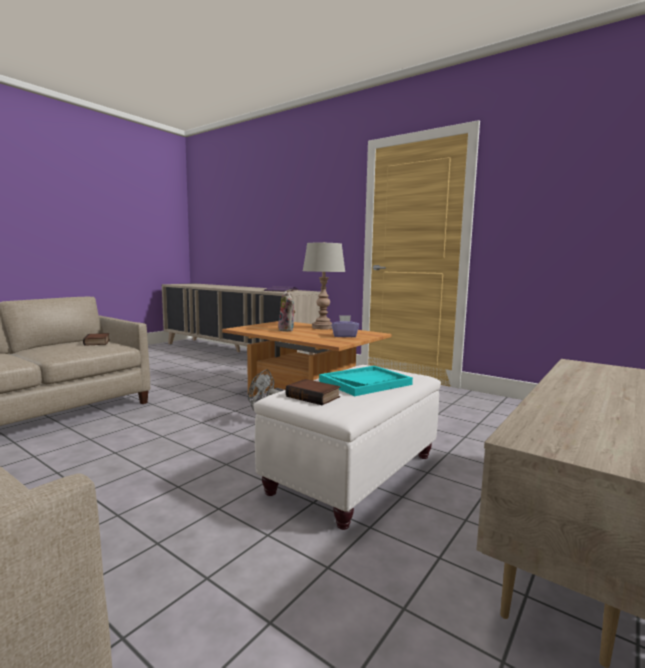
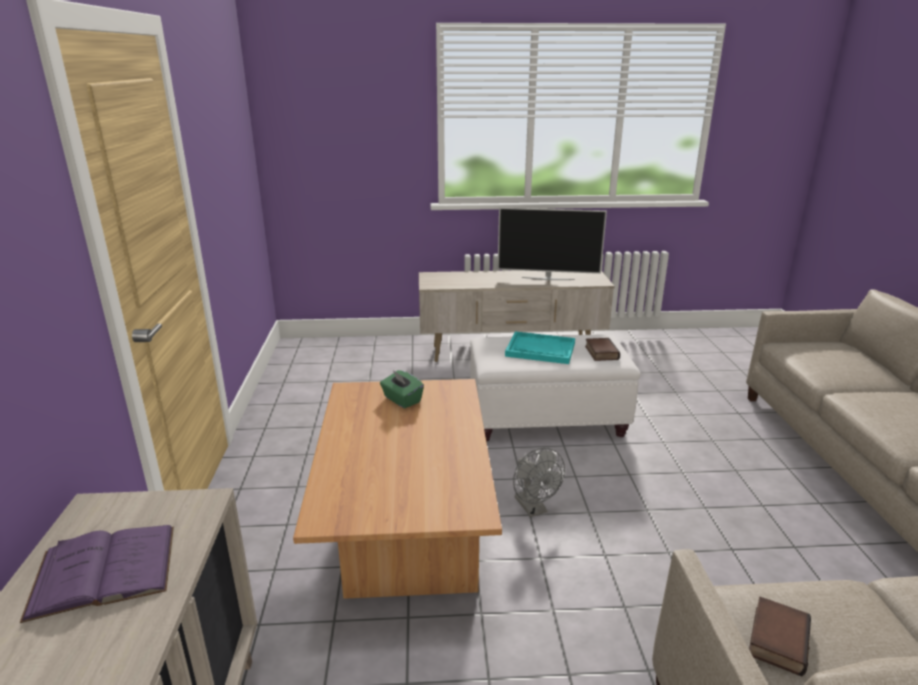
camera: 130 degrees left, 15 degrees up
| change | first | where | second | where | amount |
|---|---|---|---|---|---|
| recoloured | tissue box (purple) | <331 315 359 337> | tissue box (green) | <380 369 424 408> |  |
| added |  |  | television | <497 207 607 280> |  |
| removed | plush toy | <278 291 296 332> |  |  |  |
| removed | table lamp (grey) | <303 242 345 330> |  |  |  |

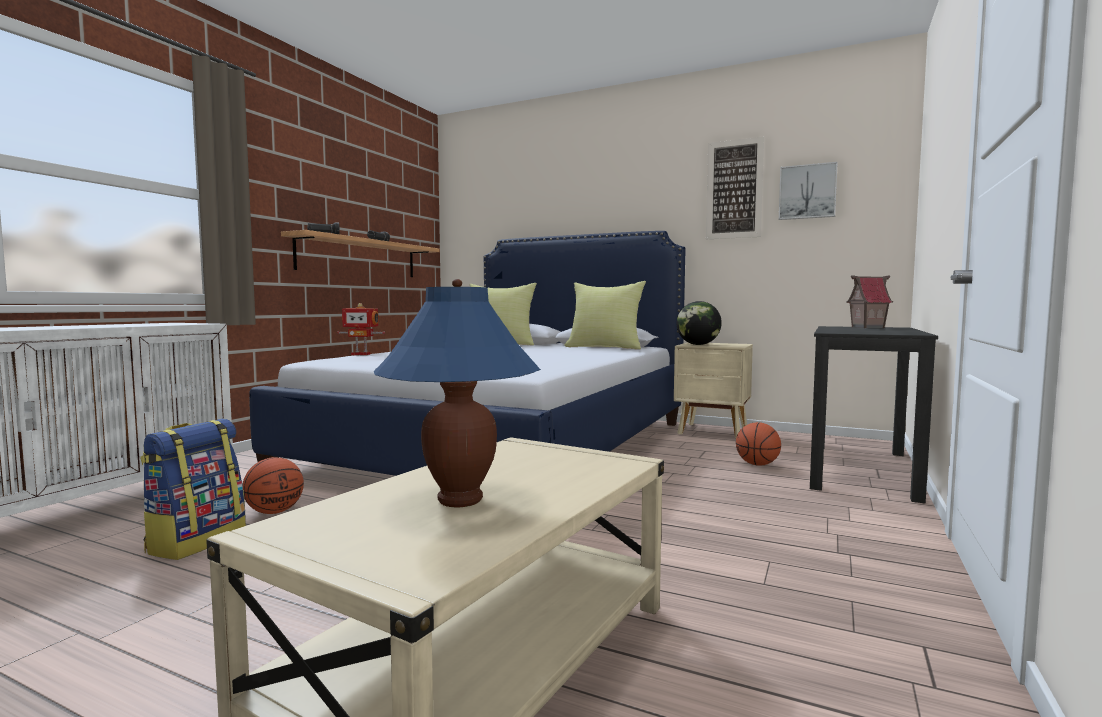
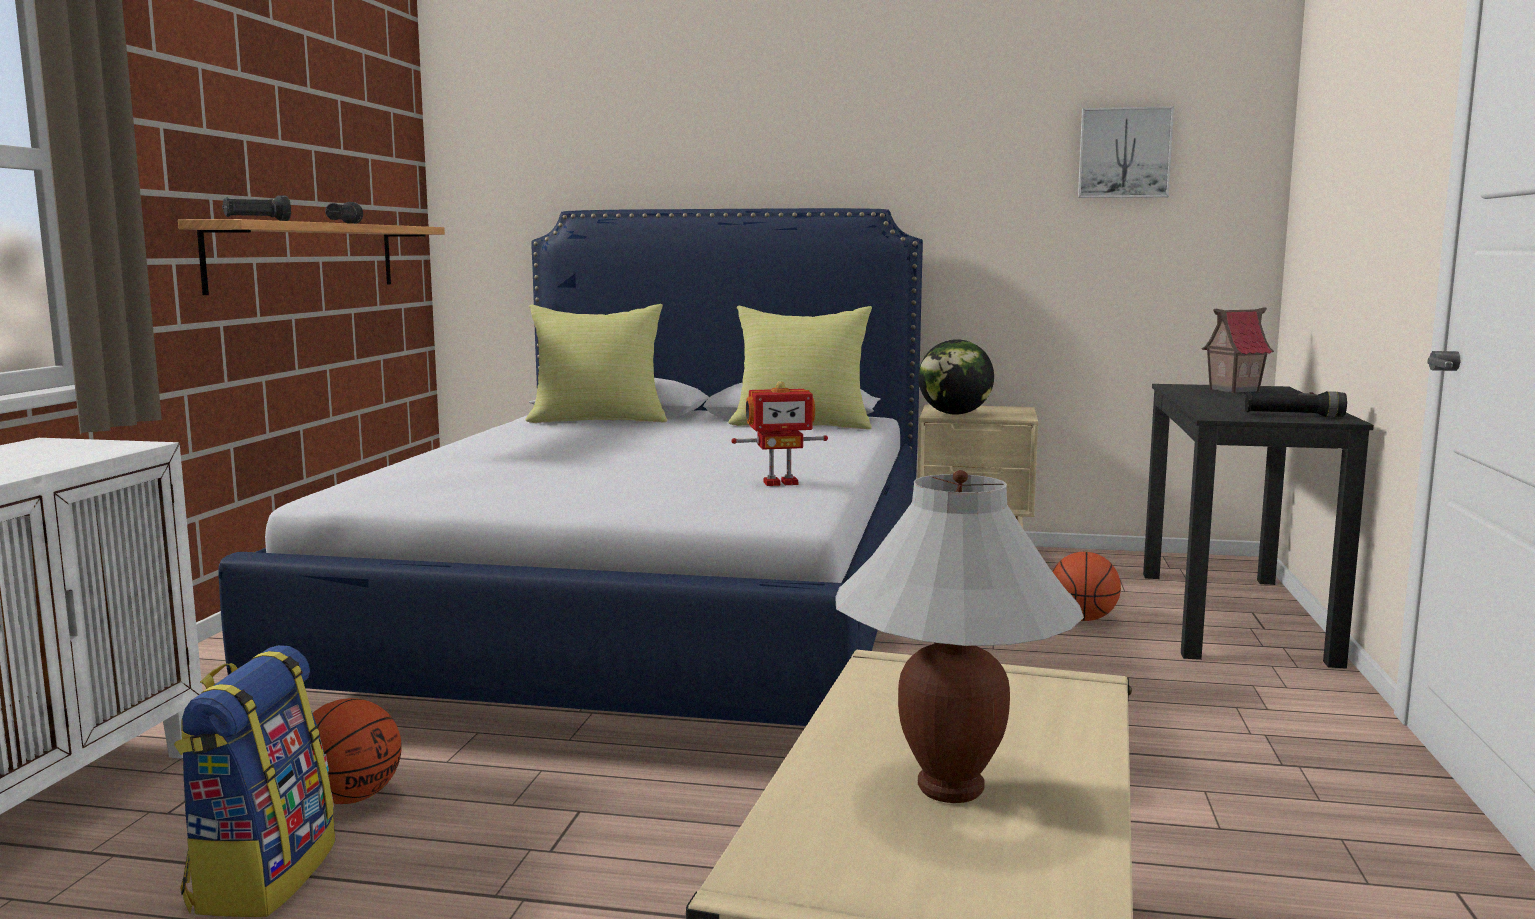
camera: 15 degrees left, 5 degrees up
| change | first | where | second | where | amount |
|---|---|---|---|---|---|
| moved | toy robot | <337 303 385 355> |  | <731 381 828 486> |  |
| recoloured | table lamp (blue) | <374 279 541 507> | table lamp (white) | <835 470 1084 803> |  |
| added |  |  | flashlight (black) | <1245 391 1347 417> |  |
| removed | picture | <706 137 764 239> |  |  |  |

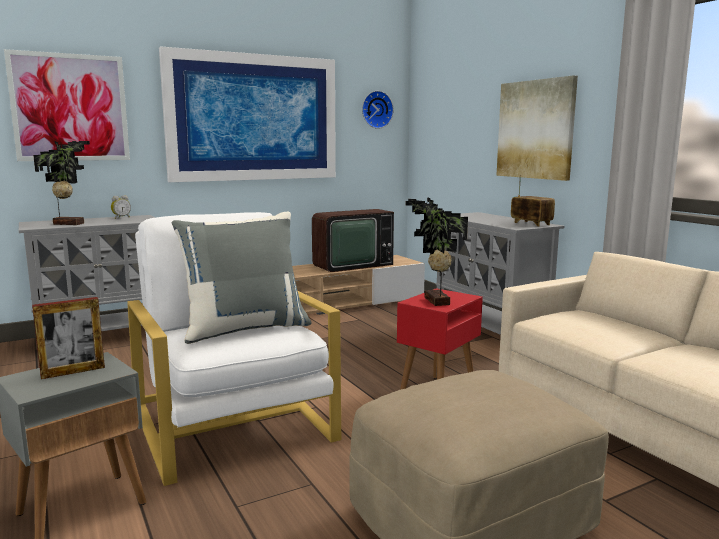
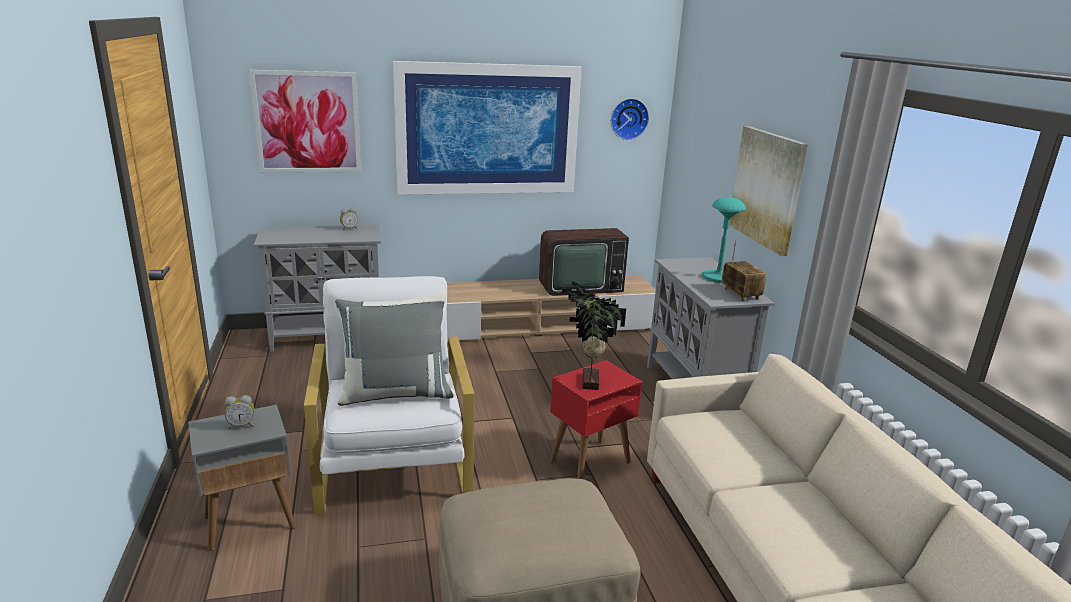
camera: 15 degrees right, 10 degrees up
| change | first | where | second | where | amount |
|---|---|---|---|---|---|
| replaced | picture frame | <32 297 105 379> | alarm clock | <225 395 255 429> |  |
| added |  |  | table lamp (turquoise) | <702 197 746 283> |  |
| removed | potted plant | <33 141 90 225> |  |  |  |

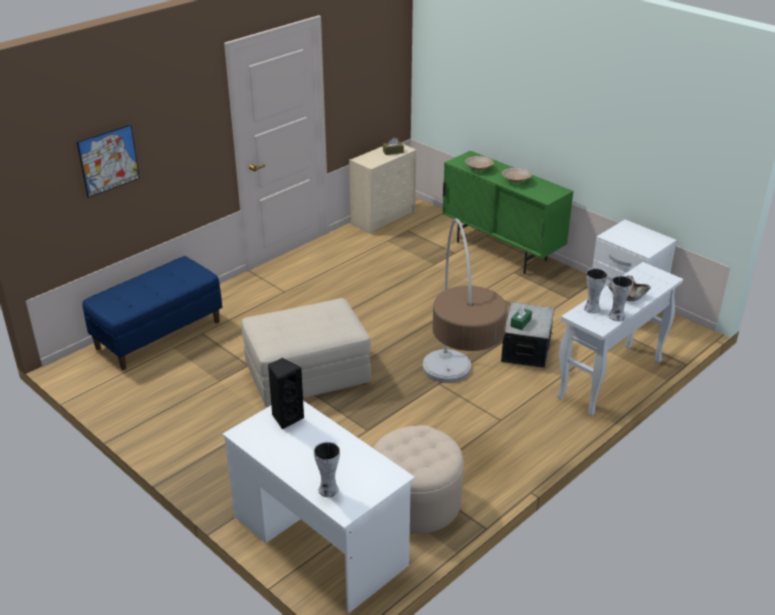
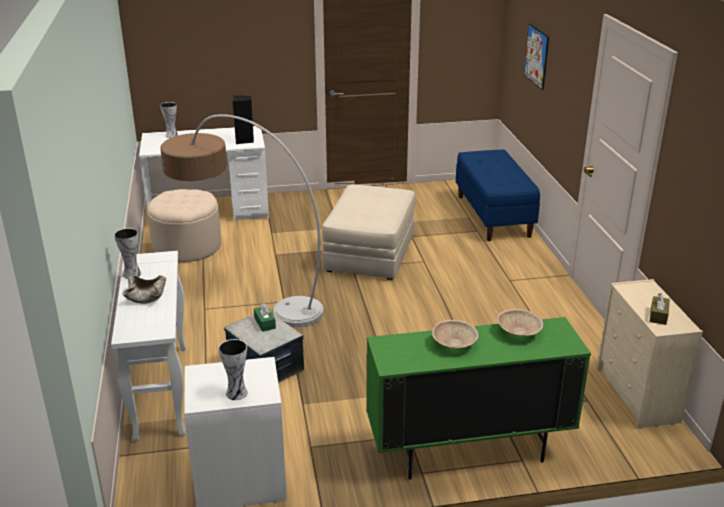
camera: 125 degrees right, 5 degrees down
| change | first | where | second | where | amount |
|---|---|---|---|---|---|
| moved | vase | <584 268 608 314> |  | <218 339 248 400> |  |

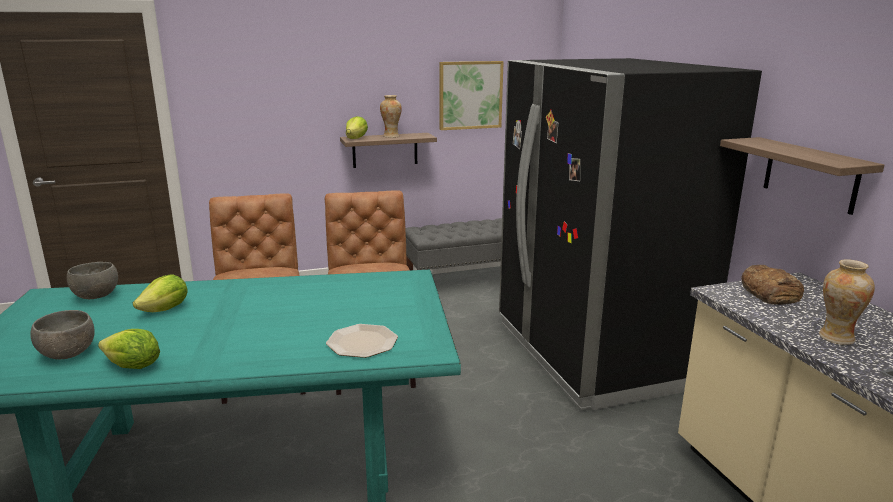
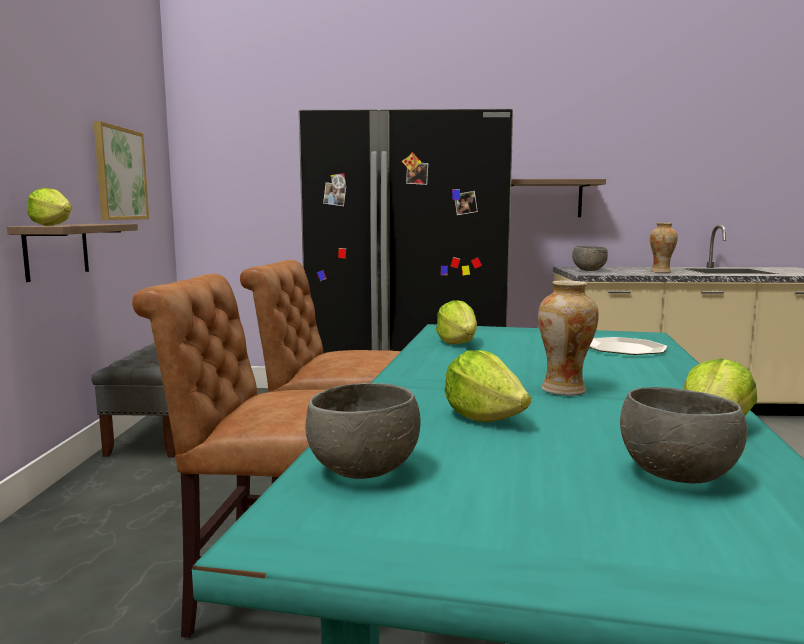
camera: 70 degrees left, 10 degrees down
| change | first | where | second | where | amount |
|---|---|---|---|---|---|
| added |  |  | lettuce | <436 300 477 344> |  |
| moved | vase | <380 95 402 138> |  | <538 280 599 396> |  |
| replaced | bread | <741 265 804 305> | bowl (grey) | <572 246 608 271> |  |

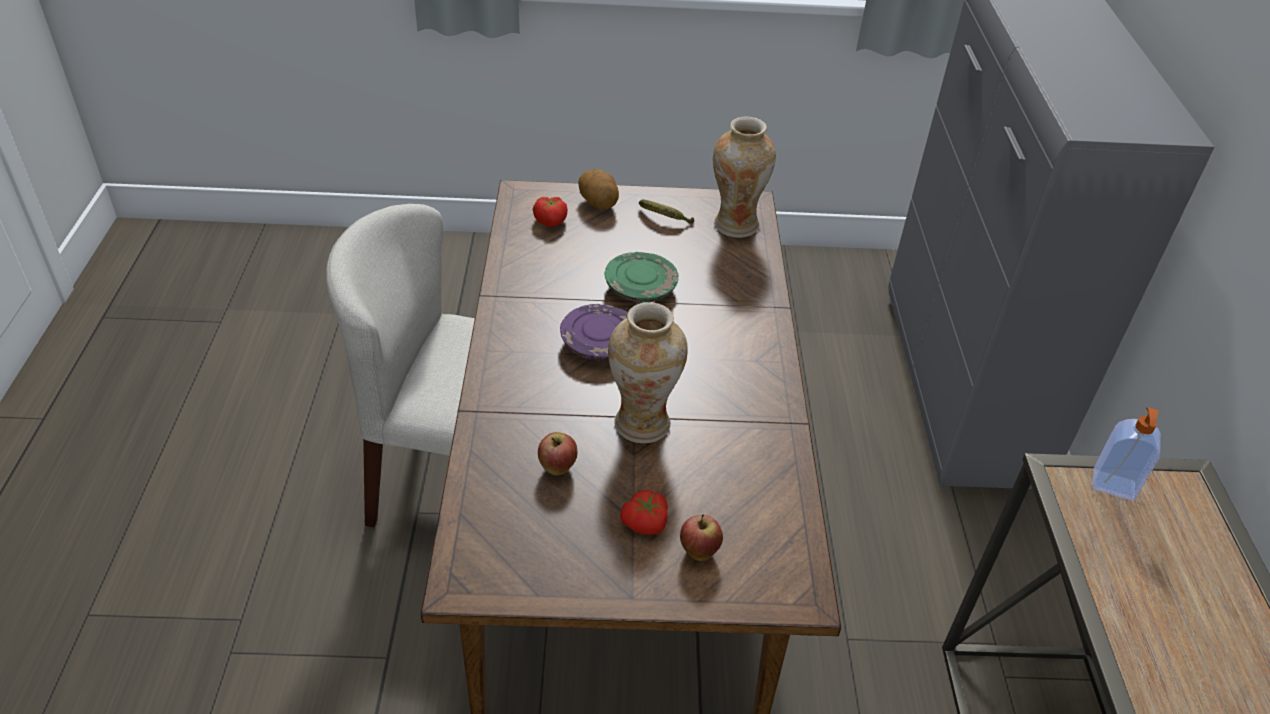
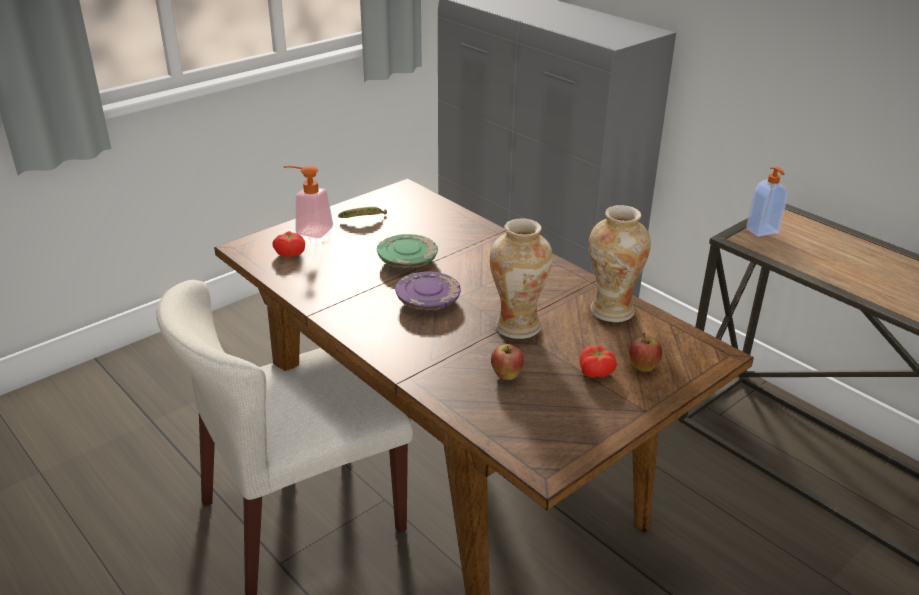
camera: 40 degrees left, 10 degrees down
| change | first | where | second | where | amount |
|---|---|---|---|---|---|
| replaced | potato | <578 169 619 210> | soap dispenser | <283 166 333 238> |  |
| moved | vase | <713 116 776 238> |  | <589 205 651 322> |  |

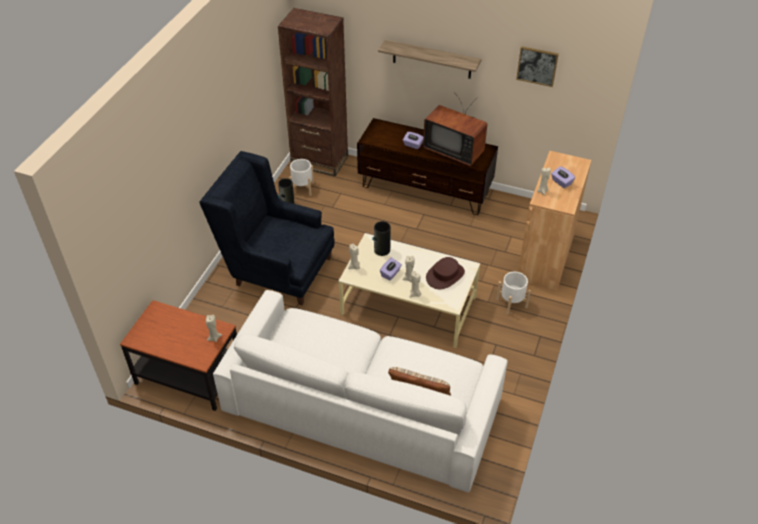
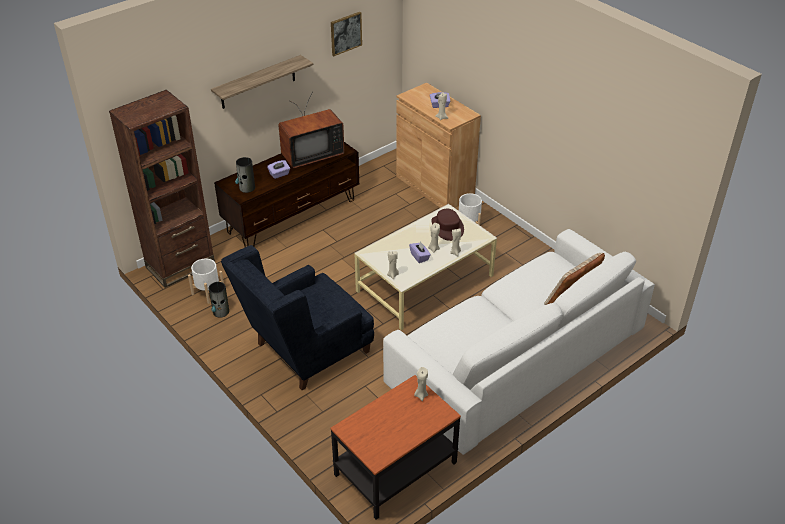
camera: 60 degrees left, 5 degrees down
| change | first | where | second | where | amount |
|---|---|---|---|---|---|
| moved | vase | <372 221 391 256> |  | <235 157 255 193> |  |

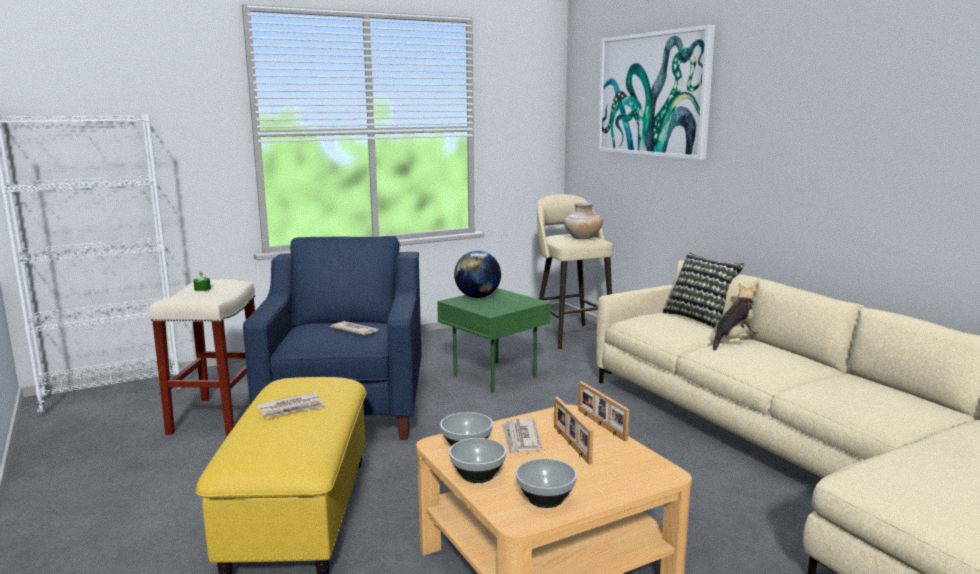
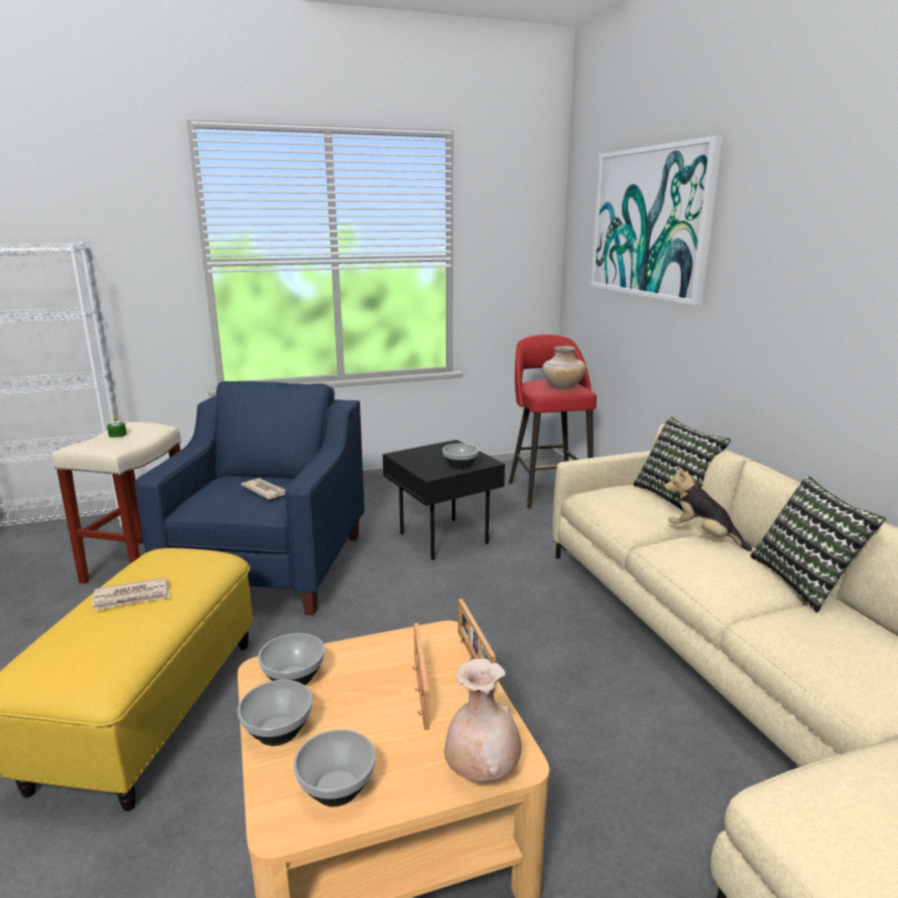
camera: 10 degrees right, 5 degrees up
| change | first | where | second | where | amount |
|---|---|---|---|---|---|
| recoloured | side table (green) | <437 288 551 392> | side table (black) | <383 440 505 560> |  |
| added |  |  | bowl | <443 444 479 469> |  |
| added |  |  | vase (beige) | <444 659 521 782> |  |
| recoloured | stool (beige) | <533 194 613 350> | stool (red) | <509 334 597 509> |  |
| turned | plush toy | <713 283 759 351> |  | <665 466 752 551> | 105 degrees counterclockwise |
| added |  |  | pillow | <750 475 886 613> |  |
| removed | globe | <454 251 501 298> |  |  |  |
| removed | newspaper | <501 418 542 455> |  |  |  |

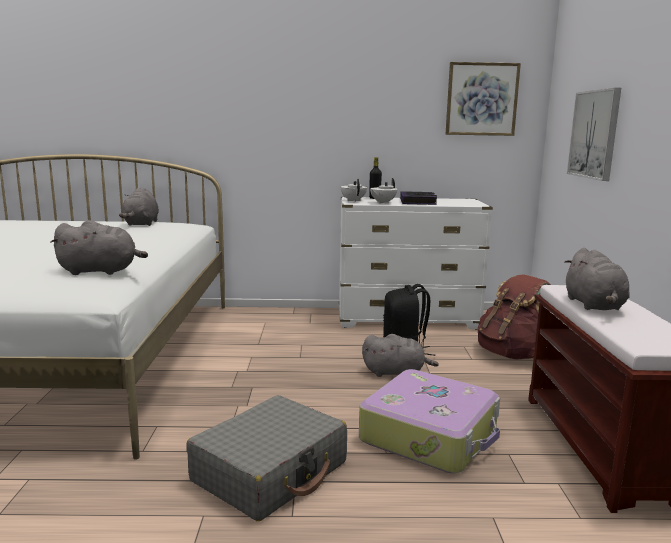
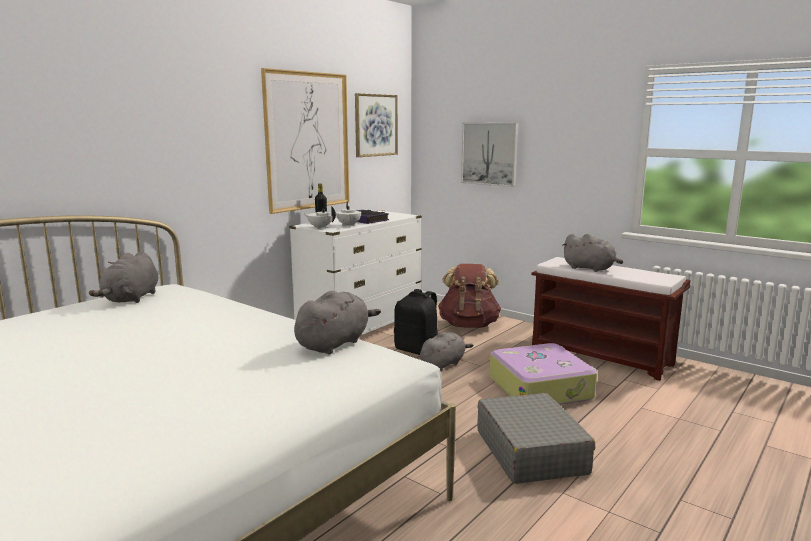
camera: 50 degrees left, 0 degrees up
| change | first | where | second | where | amount |
|---|---|---|---|---|---|
| turned | plush toy (grey) | <119 188 159 226> |  | <89 251 158 303> | 60 degrees clockwise |
| added |  |  | picture | <261 68 349 214> |  |

